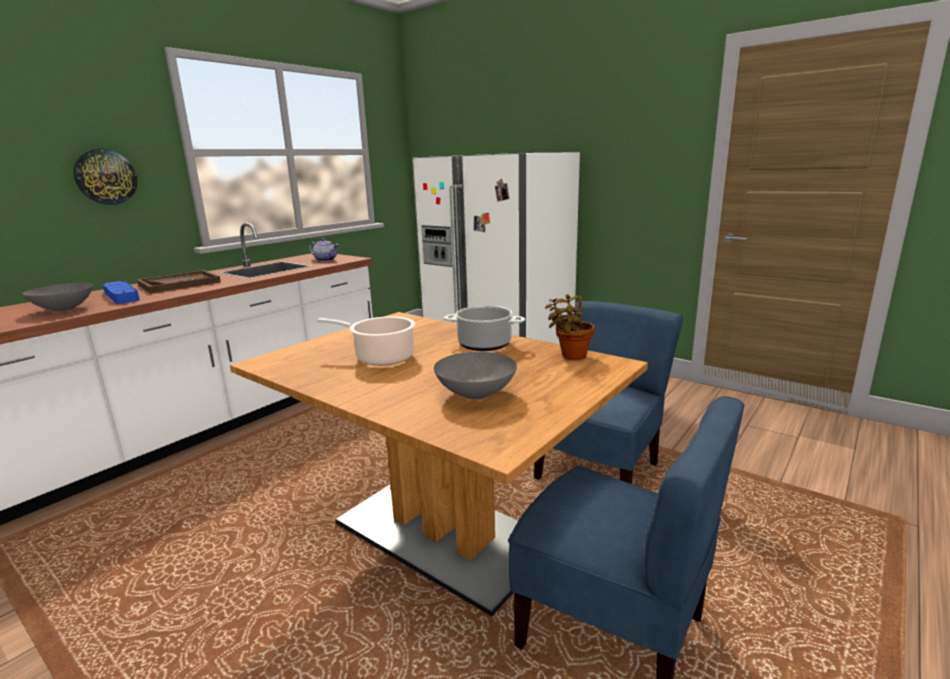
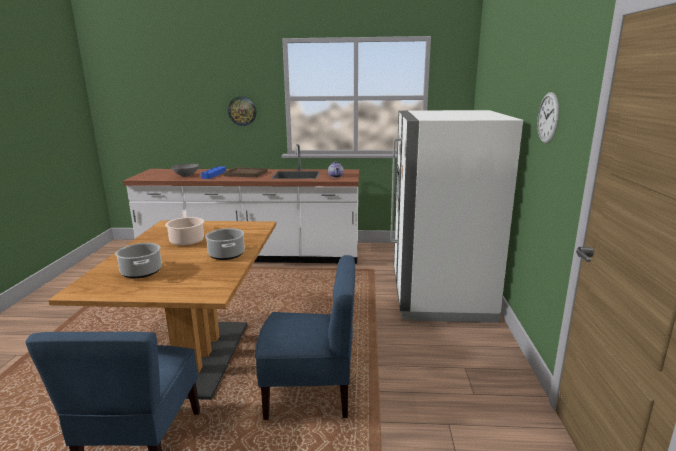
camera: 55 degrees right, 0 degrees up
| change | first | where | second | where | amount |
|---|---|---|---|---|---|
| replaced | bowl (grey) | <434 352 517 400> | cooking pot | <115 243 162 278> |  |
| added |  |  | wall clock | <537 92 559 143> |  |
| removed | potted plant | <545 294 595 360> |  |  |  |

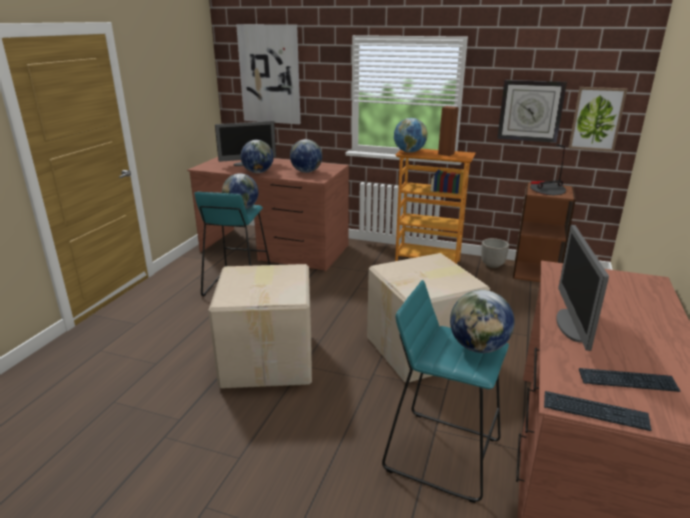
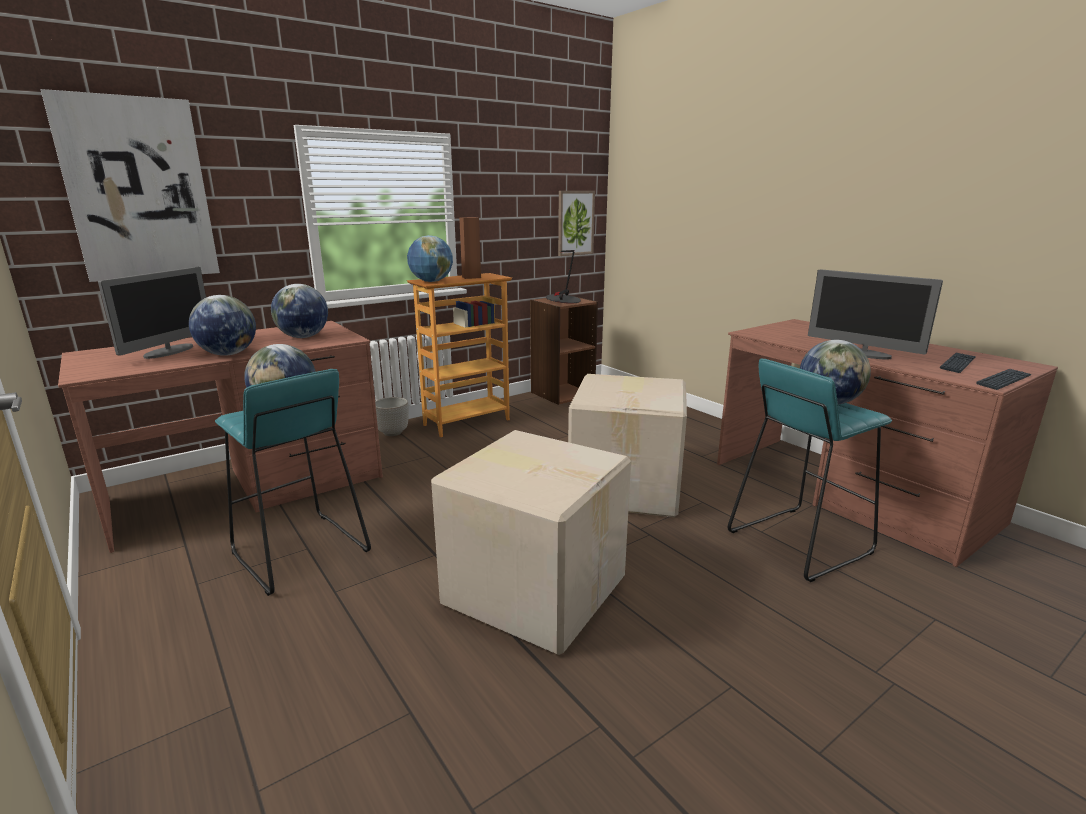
camera: 55 degrees left, 5 degrees down
| change | first | where | second | where | amount |
|---|---|---|---|---|---|
| moved | planter | <481 238 509 268> |  | <375 397 409 436> |  |
| removed | wall clock | <497 80 567 143> |  |  |  |

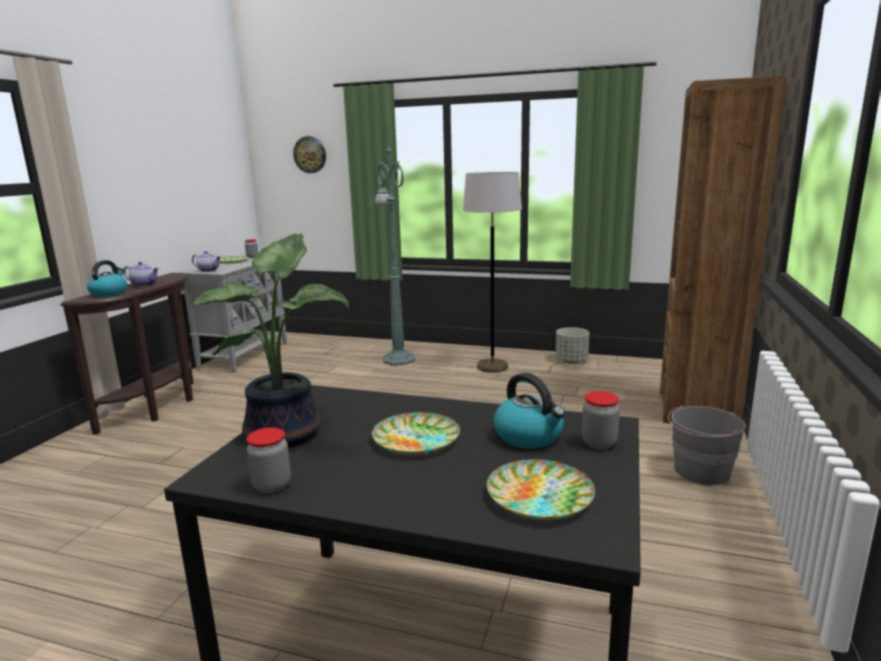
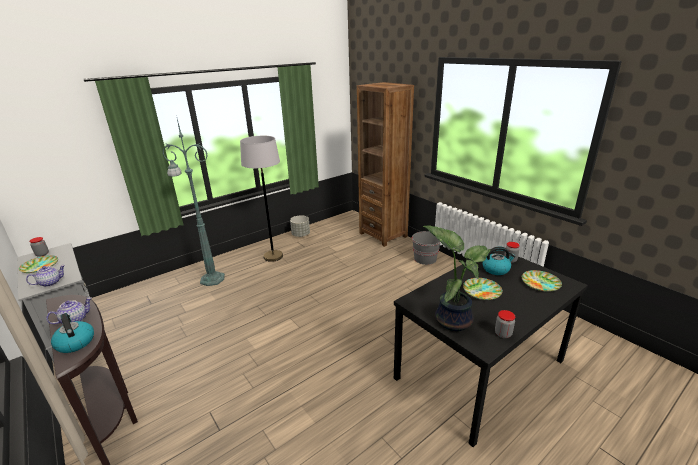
camera: 55 degrees left, 10 degrees up
| change | first | where | second | where | amount |
|---|---|---|---|---|---|
| removed | wall clock | <293 136 326 173> |  |  |  |

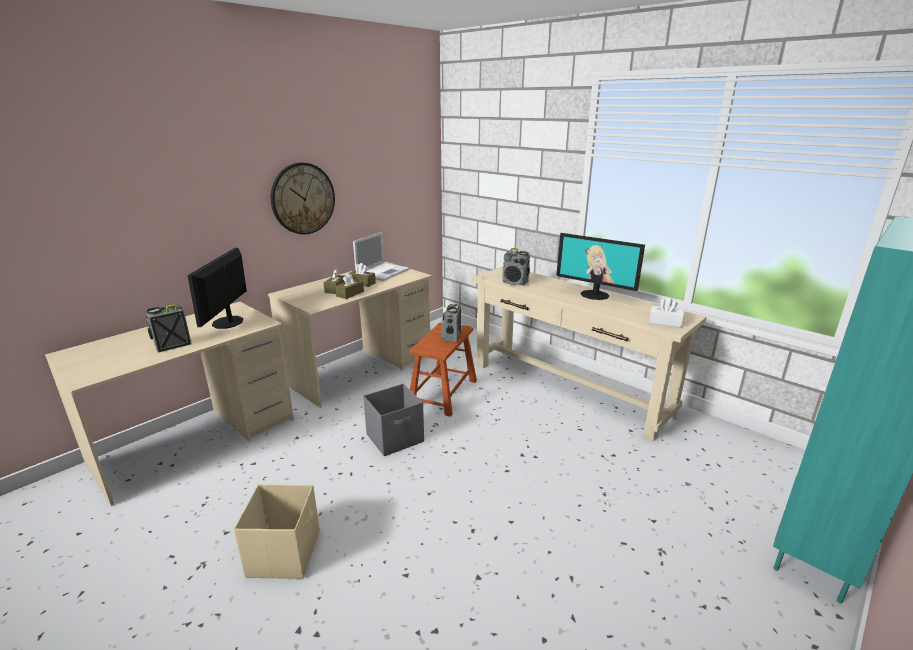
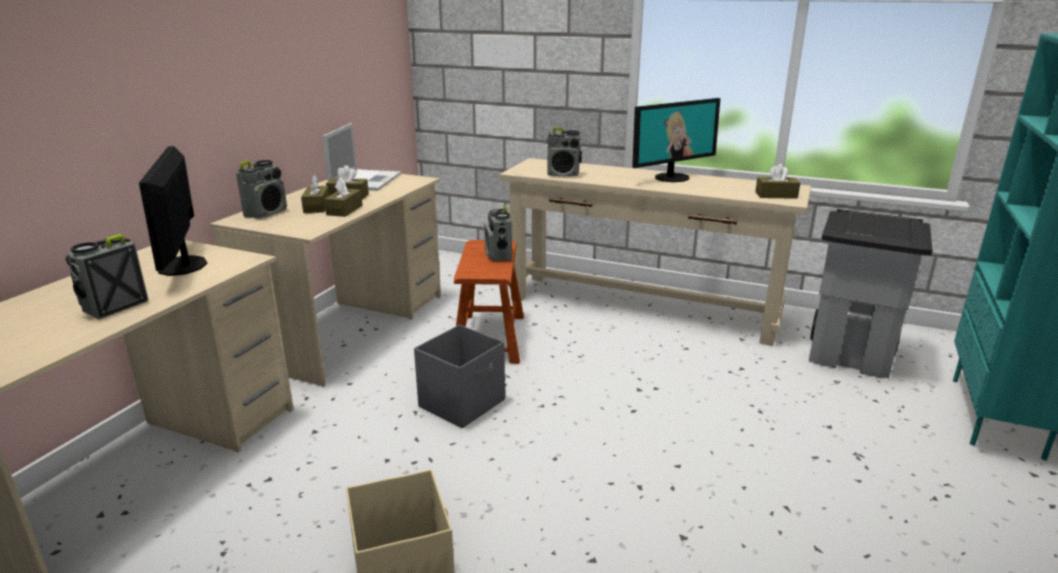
camera: 20 degrees left, 0 degrees up
| change | first | where | second | where | amount |
|---|---|---|---|---|---|
| added |  |  | radio | <236 160 287 219> |  |
| turned | monitor | <556 233 645 300> |  | <632 98 720 182> | 45 degrees counterclockwise |
| recoloured | tissue box (white) | <649 298 684 328> | tissue box (brown) | <755 164 800 199> |  |
| added |  |  | trash can (grey) | <809 209 932 378> |  |
| removed | wall clock | <271 163 335 234> |  |  |  |

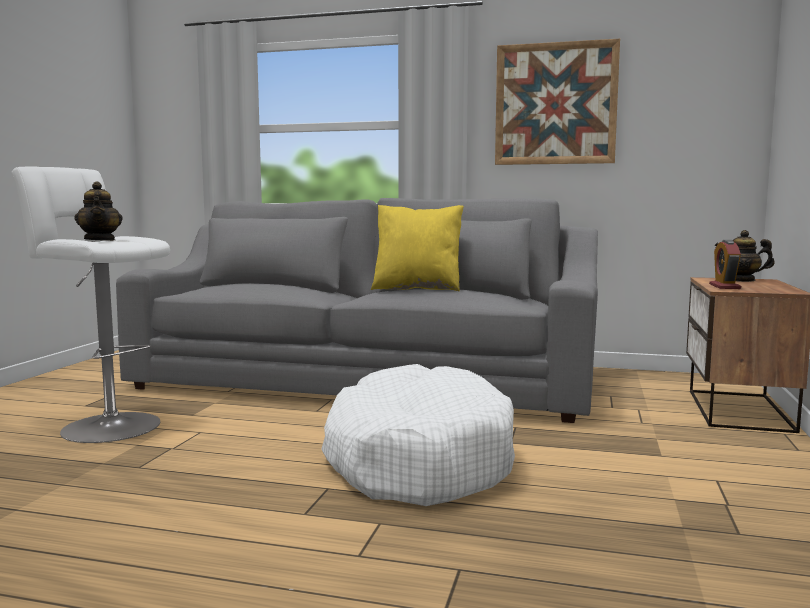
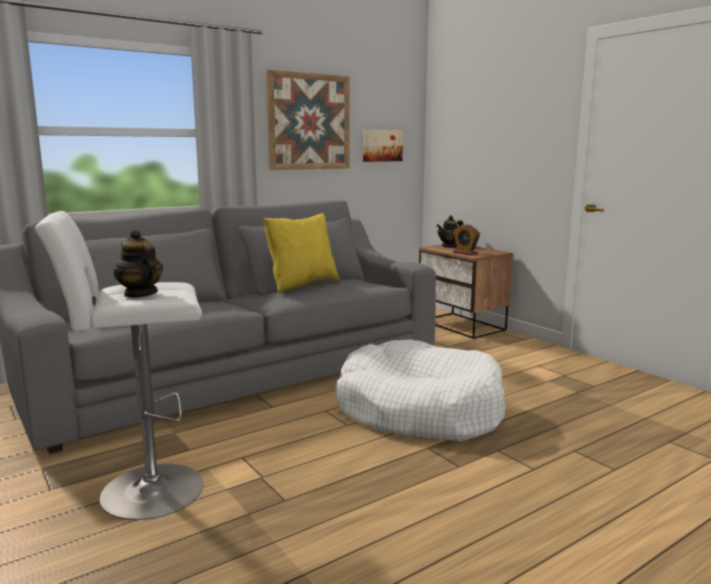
camera: 50 degrees left, 5 degrees up
| change | first | where | second | where | amount |
|---|---|---|---|---|---|
| turned | teapot | <75 181 122 241> |  | <113 229 163 298> | 150 degrees counterclockwise |
| added |  |  | picture | <363 129 403 162> |  |

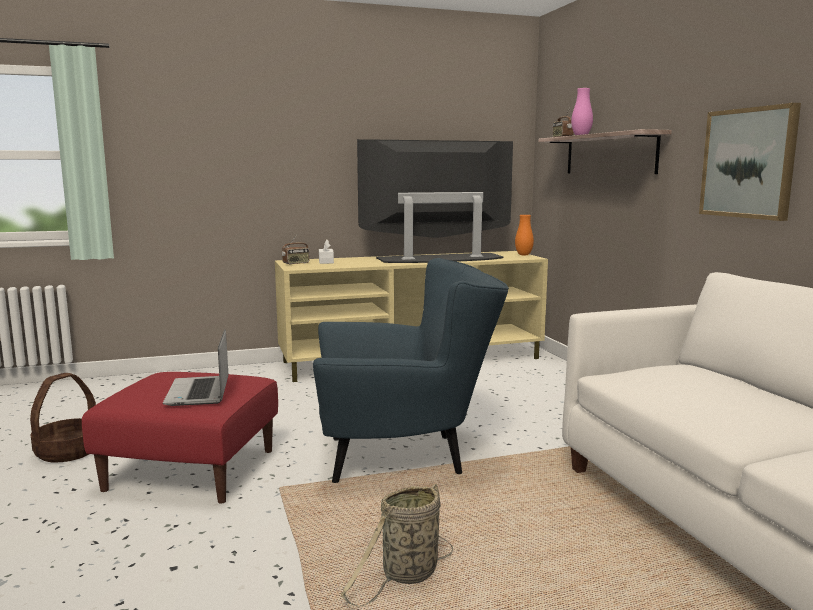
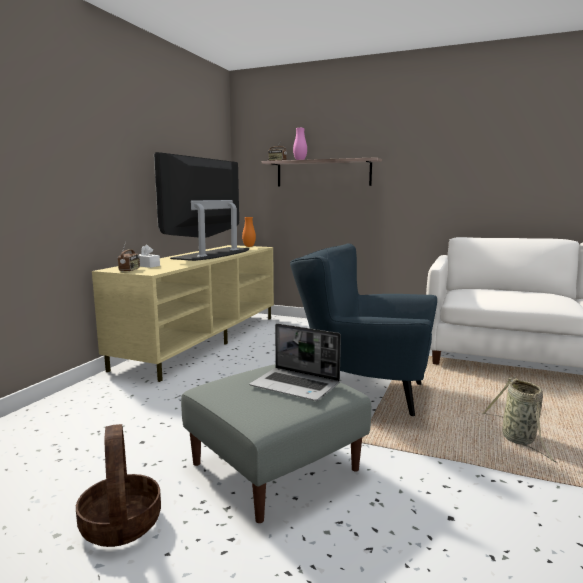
camera: 50 degrees left, 0 degrees up
| change | first | where | second | where | amount |
|---|---|---|---|---|---|
| recoloured | ottoman (red) | <82 372 278 504> | ottoman (grey) | <181 364 371 523> |  |
| turned | armchair (blue) | <313 258 509 483> |  | <290 244 437 416> | 105 degrees counterclockwise |
| removed | picture | <699 103 801 221> |  |  |  |

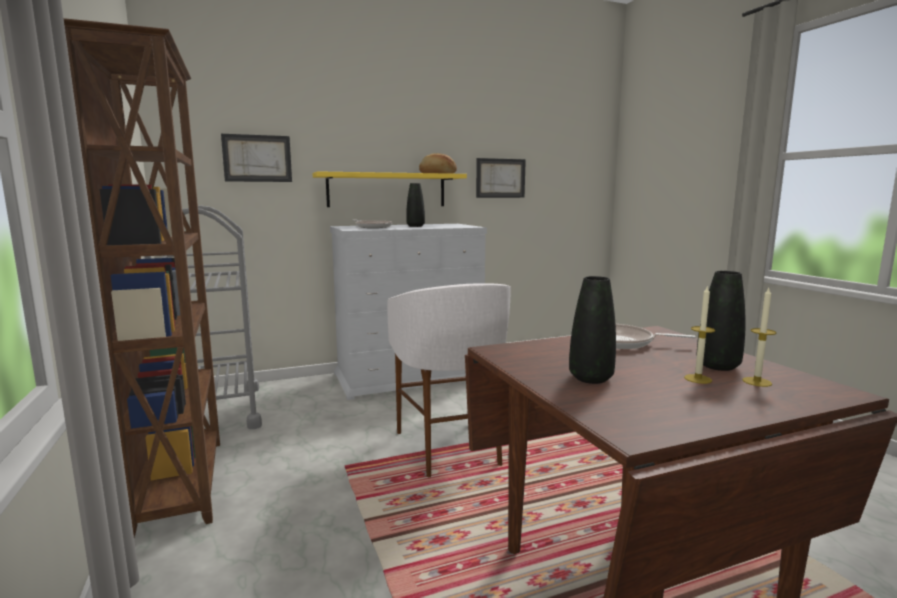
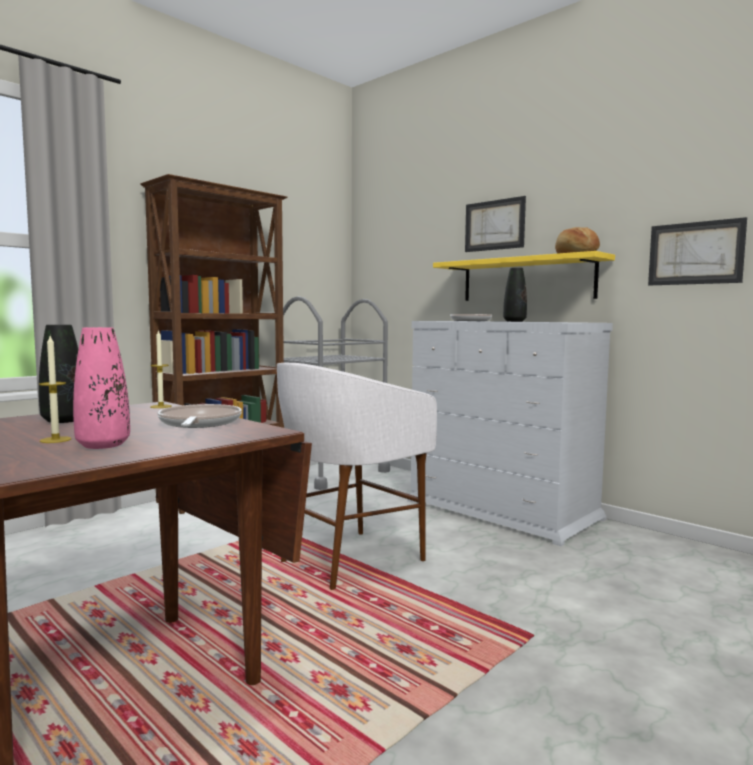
camera: 65 degrees right, 5 degrees down
| change | first | where | second | where | amount |
|---|---|---|---|---|---|
| recoloured | vase (black) | <697 271 746 371> | vase (pink) | <73 327 130 449> |  |
| moved | candle | <742 288 776 387> |  | <150 330 172 408> |  |
| moved | picture | <221 134 292 182> |  | <465 196 526 252> |  |

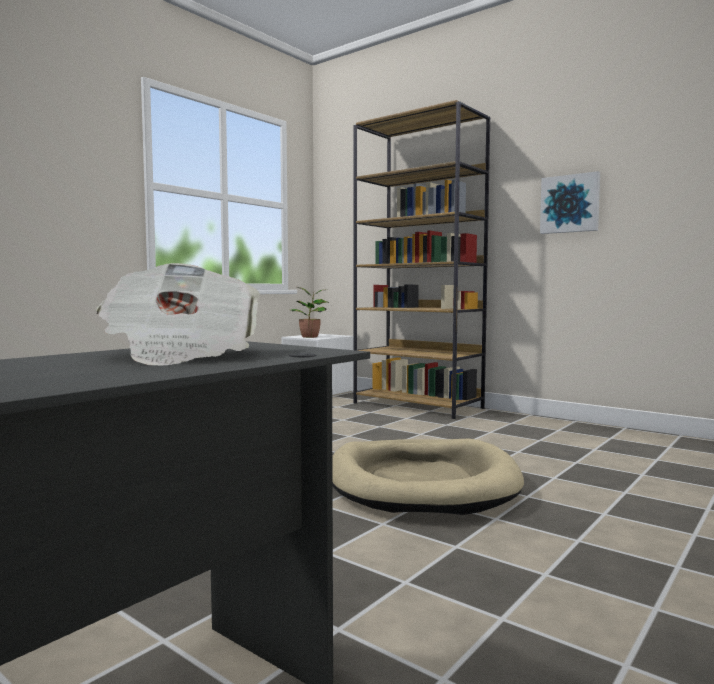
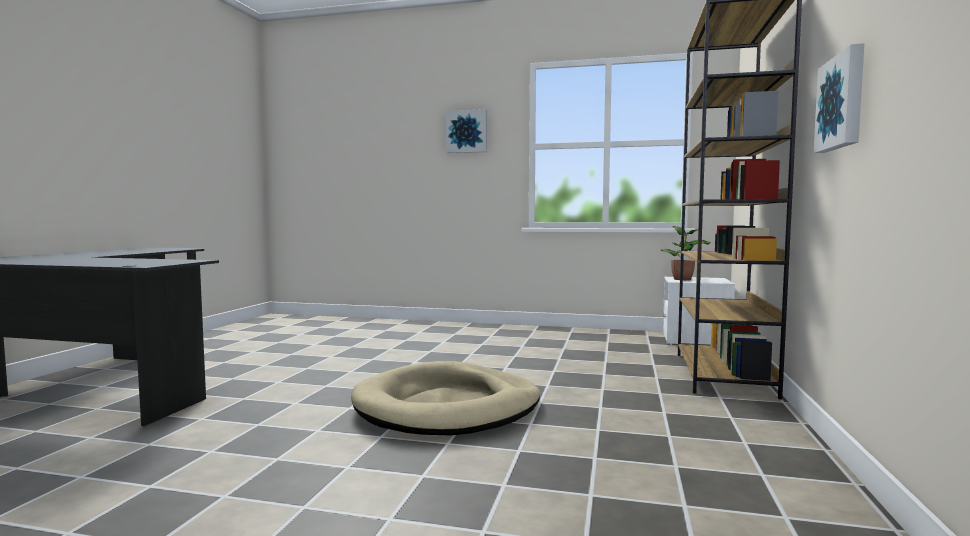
camera: 65 degrees right, 0 degrees up
| change | first | where | second | where | amount |
|---|---|---|---|---|---|
| added |  |  | picture | <446 109 487 153> |  |
| removed | newspaper | <96 263 260 365> |  |  |  |

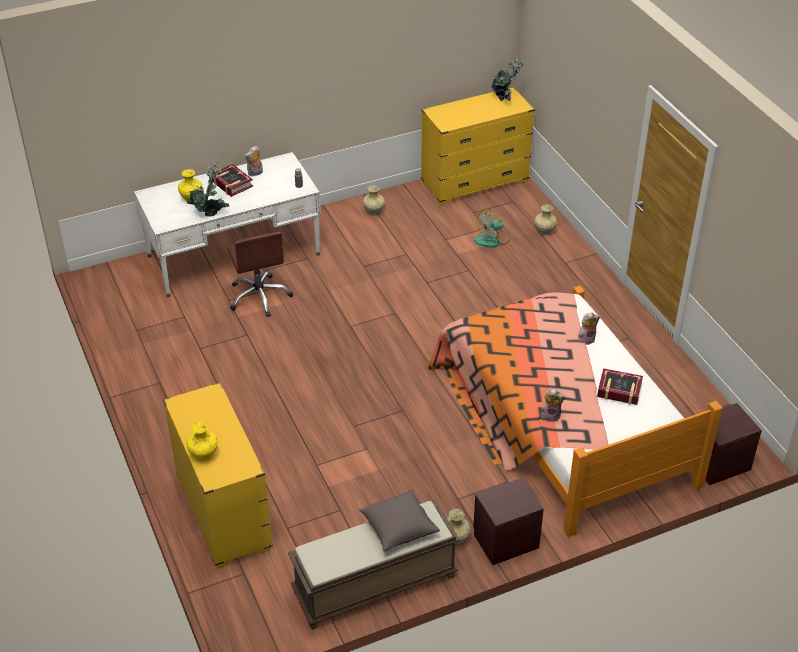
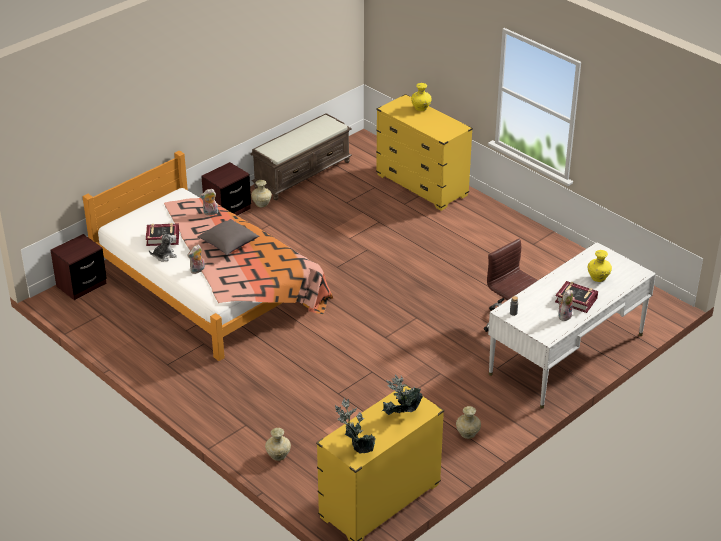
camera: 160 degrees right, 5 degrees down
| change | first | where | second | where | amount |
|---|---|---|---|---|---|
| added |  |  | plush toy | <149 230 177 261> |  |
| moved | pillow (grey) | <359 489 440 552> |  | <197 219 260 255> |  |
| moved | potted plant | <187 161 229 217> |  | <381 374 423 415> |  |
| removed | fan | <474 208 511 248> |  |  |  |

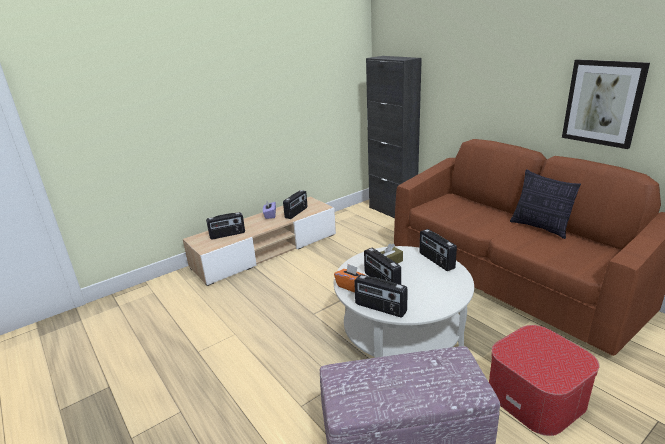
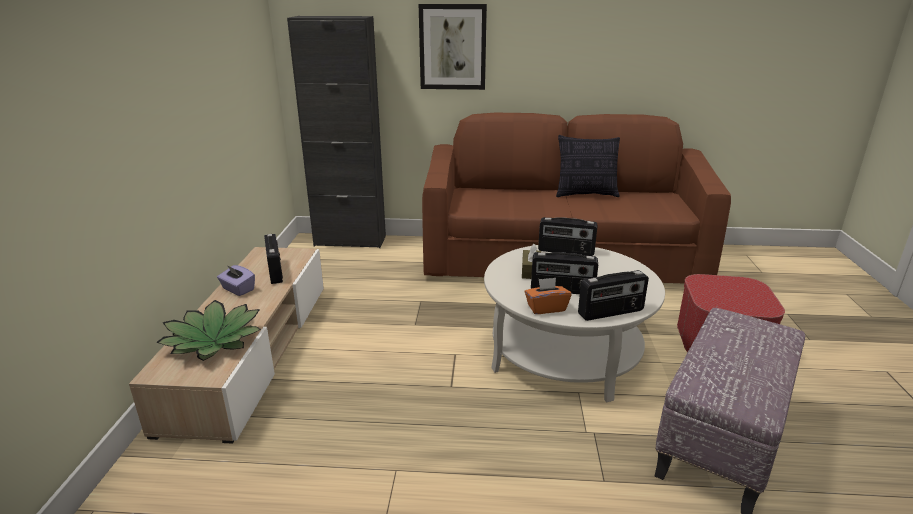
camera: 50 degrees left, 0 degrees up
| change | first | where | second | where | amount |
|---|---|---|---|---|---|
| replaced | radio | <206 212 245 240> | potted plant | <156 300 261 361> |  |
| moved | picture | <562 59 650 149> |  | <419 4 487 90> |  |

